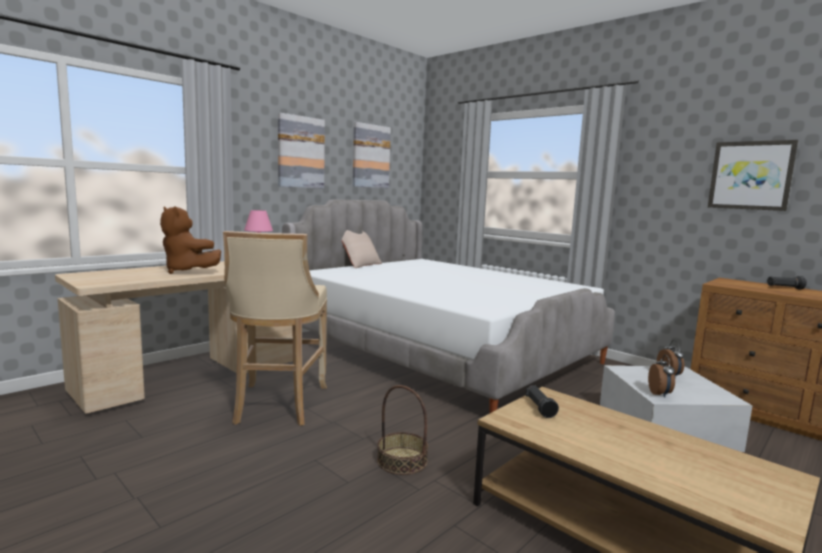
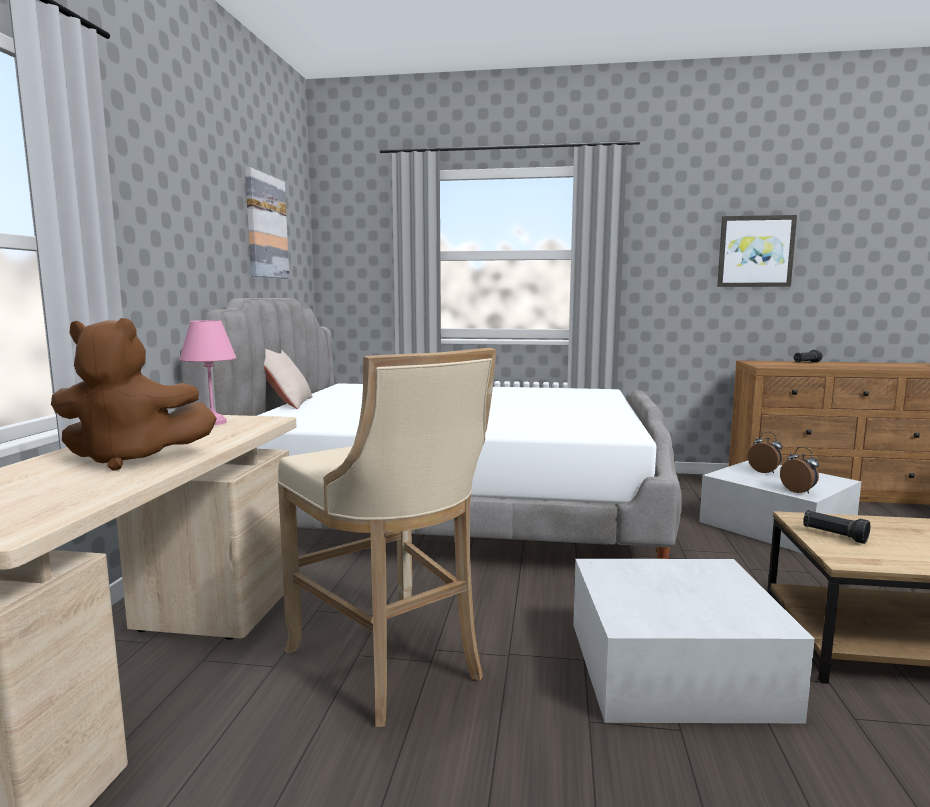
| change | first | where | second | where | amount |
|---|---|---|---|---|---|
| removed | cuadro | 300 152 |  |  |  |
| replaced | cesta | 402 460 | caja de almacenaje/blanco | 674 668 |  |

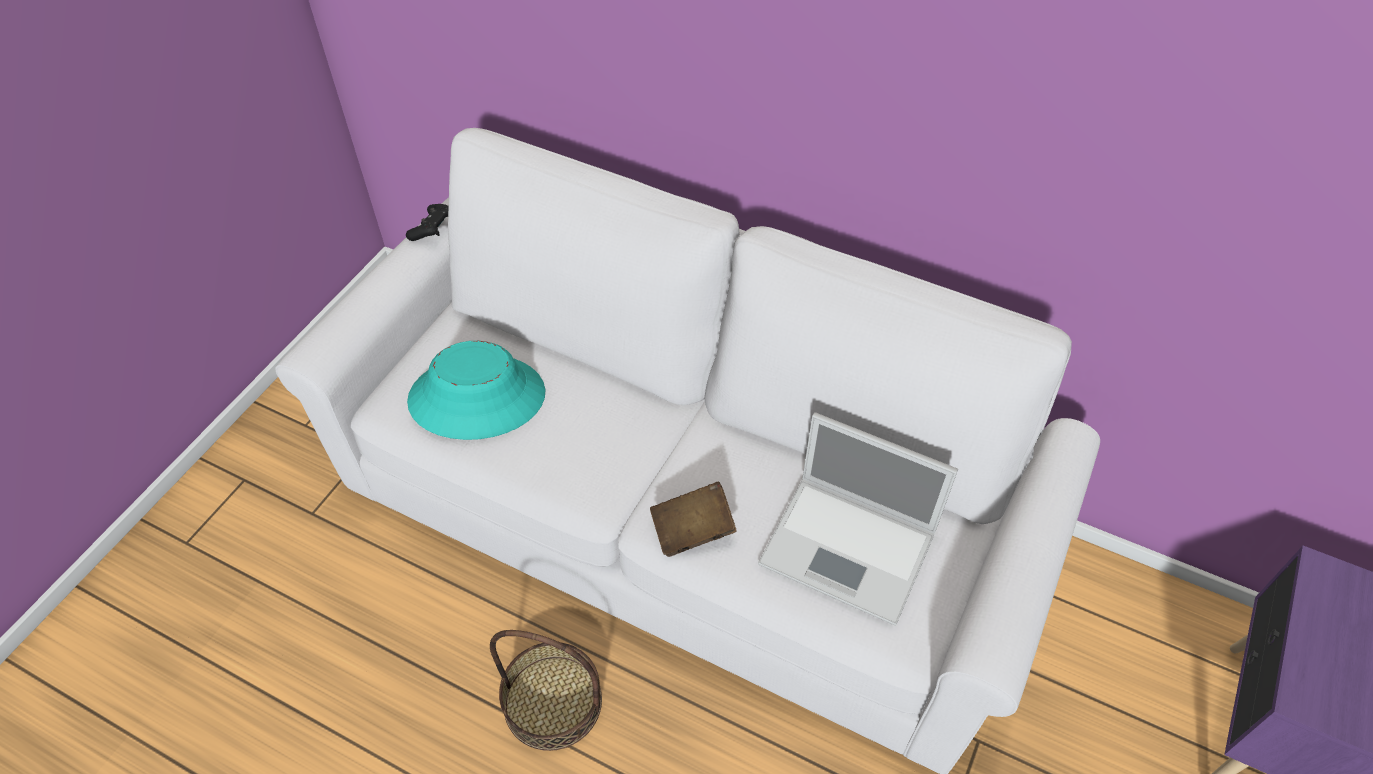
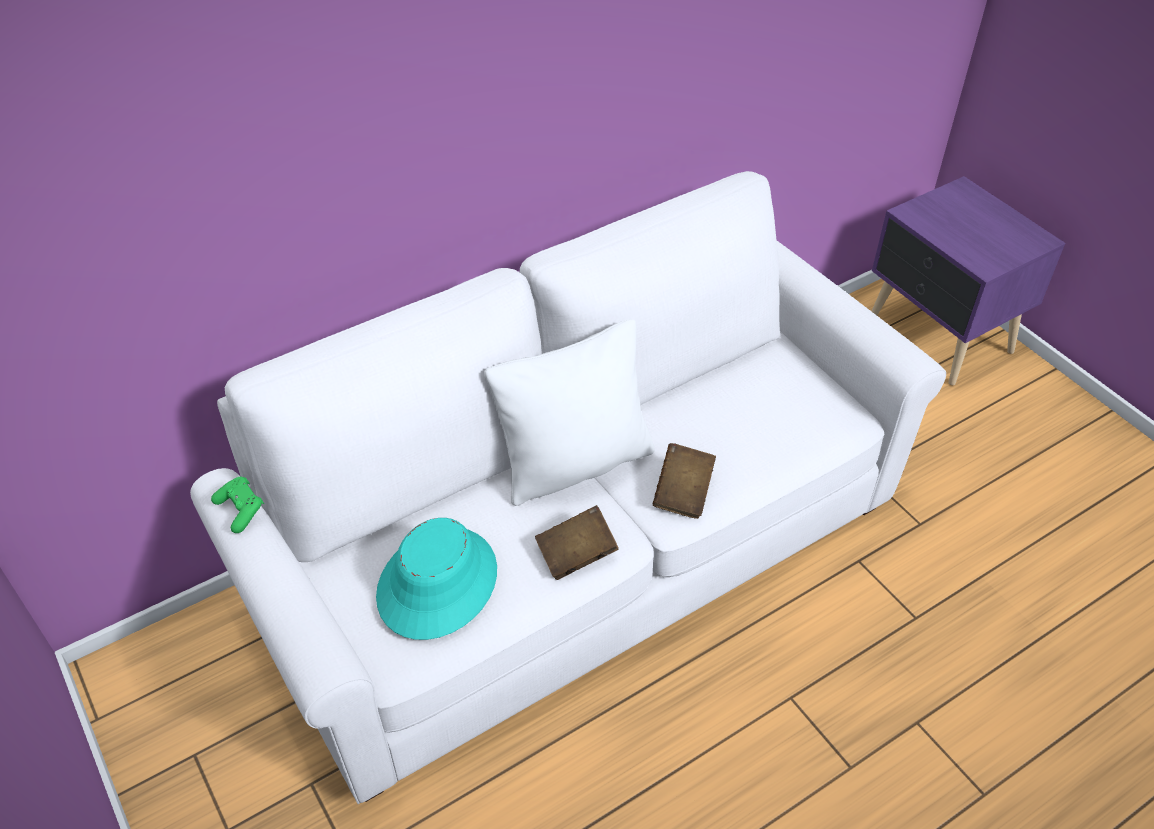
| change | first | where | second | where | amount |
|---|---|---|---|---|---|
| recoloured | mando de consola/negro | 433 229 | mando de consola/verde | 241 510 |  |
| removed | cesta | 552 702 |  |  |  |
| removed | portátil | 851 549 |  |  |  |
| added |  |  | cojín/blanco | 575 464 |  |
| added |  |  | libro/marrón | 576 554 |  |

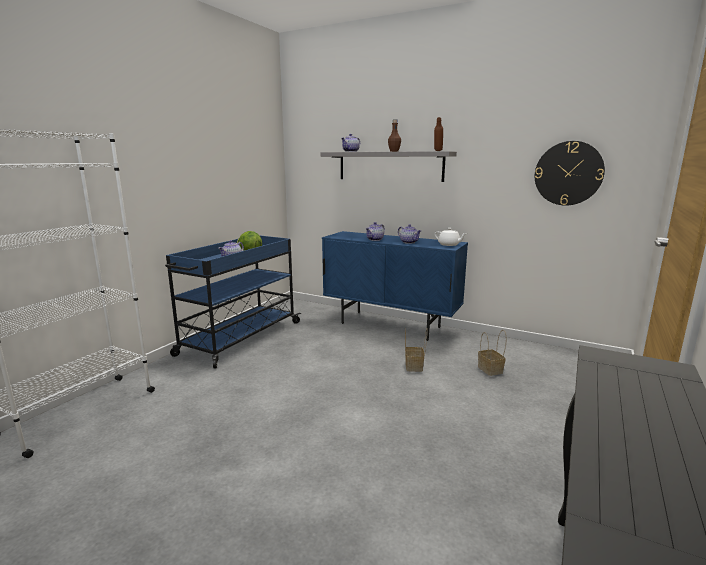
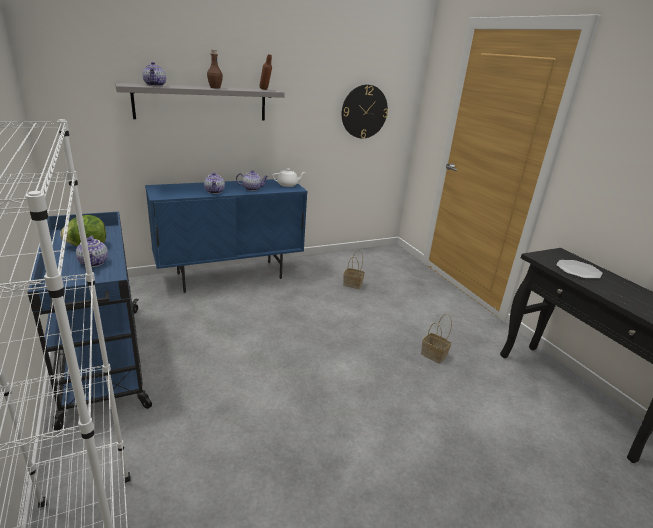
| change | first | where | second | where | amount |
|---|---|---|---|---|---|
| moved | cesta | 414 367 |  | 434 355 |  |
| added |  |  | plato | 578 270 |  |

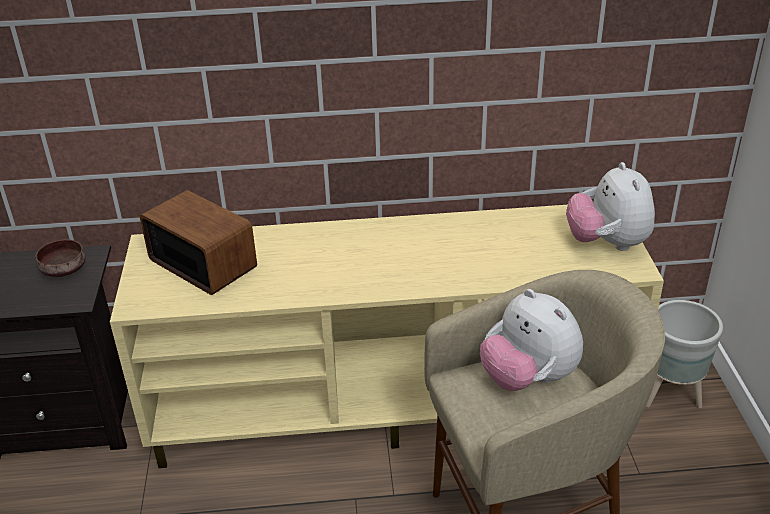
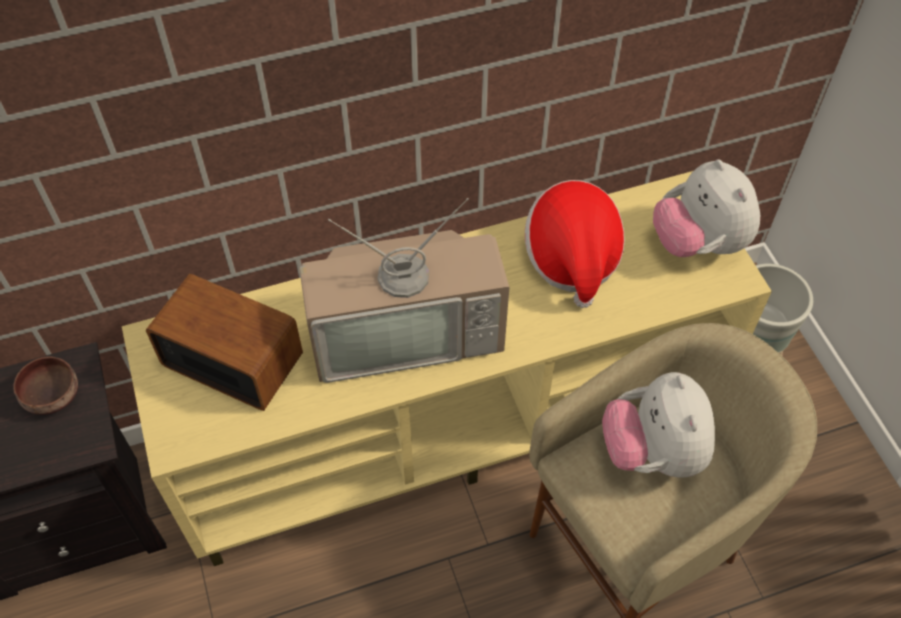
| change | first | where | second | where | amount |
|---|---|---|---|---|---|
| turned | peluche | 528 378 |  | 653 452 | 45 degrees clockwise |
| added |  |  | televisor | 407 330 |  |
| added |  |  | sombrero | 572 258 |  |

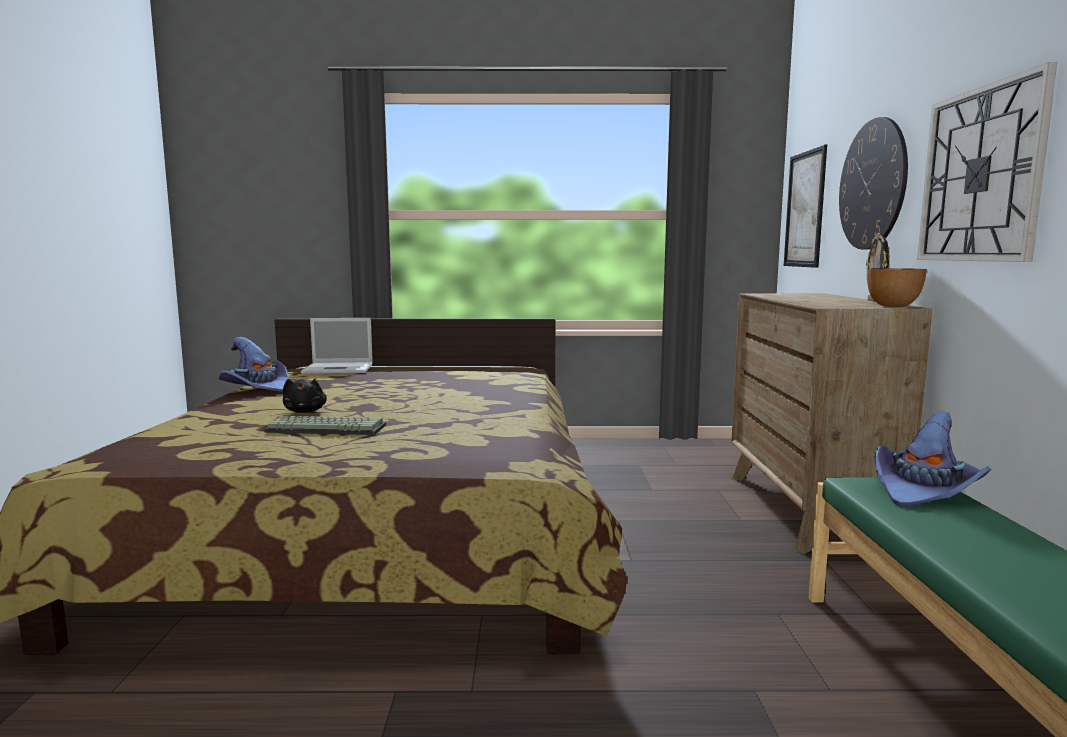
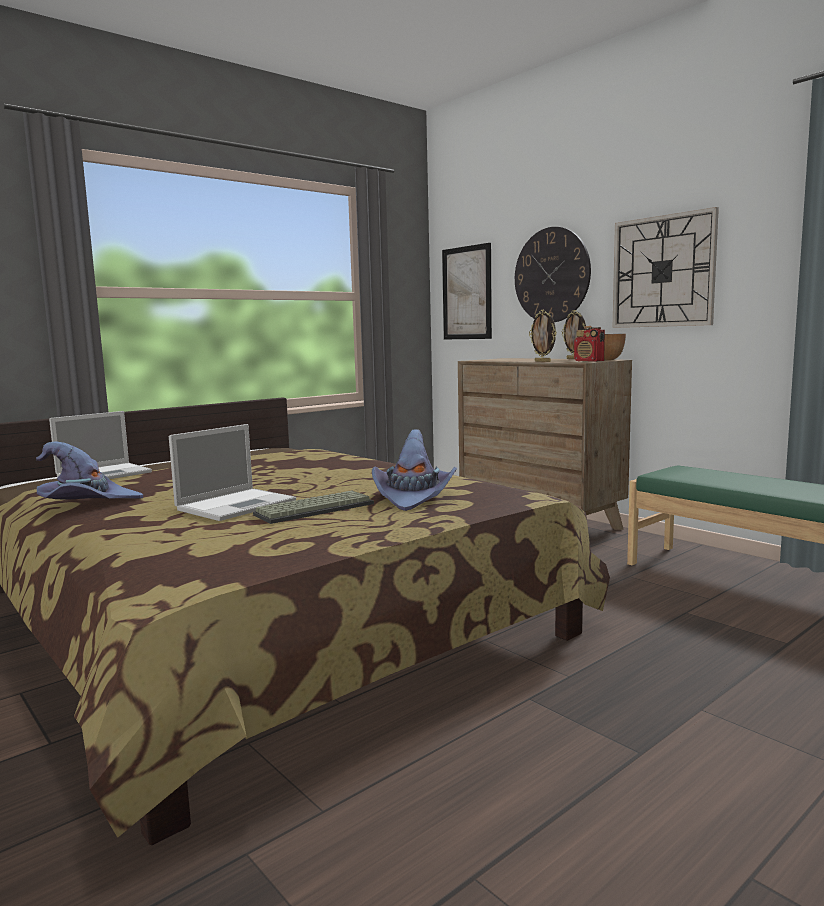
| change | first | where | second | where | amount |
|---|---|---|---|---|---|
| replaced | peluche/negro | 305 411 | portátil | 238 505 |  |
| moved | sombrero/morado | 925 490 |  | 414 497 |  |
| added |  |  | portarretratos | 543 361 |  |
| added |  |  | radio | 589 361 |  |

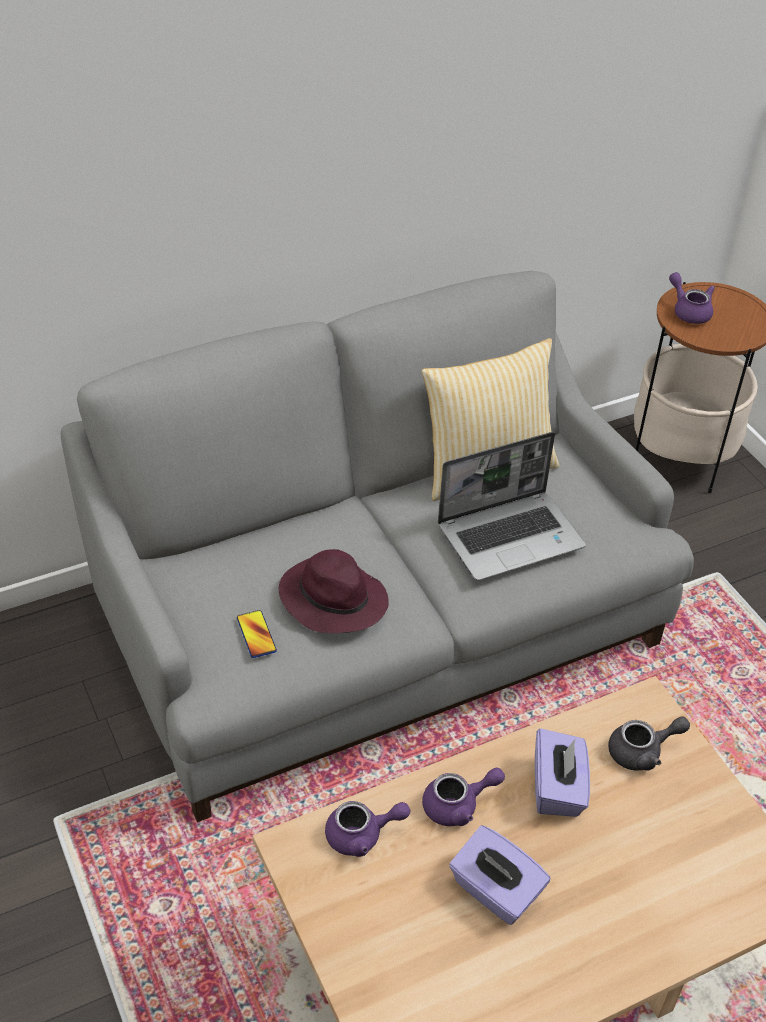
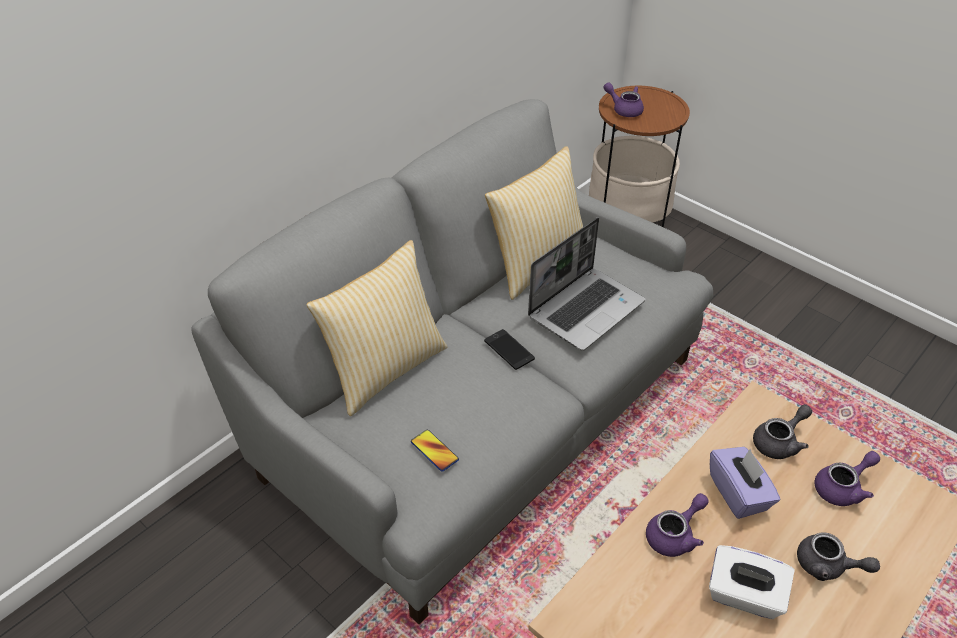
| change | first | where | second | where | amount |
|---|---|---|---|---|---|
| removed | sombrero/morado | 332 599 |  |  |  |
| moved | tetera/morado | 362 835 |  | 842 488 |  |
| recoloured | caja de pañuelos/morado | 495 891 | caja de pañuelos/blanco | 744 595 |  |
| added |  |  | cojín | 384 369 |  |
| added |  |  | móvil | 509 350 |  |
| added |  |  | tetera/gris | 827 566 |  |

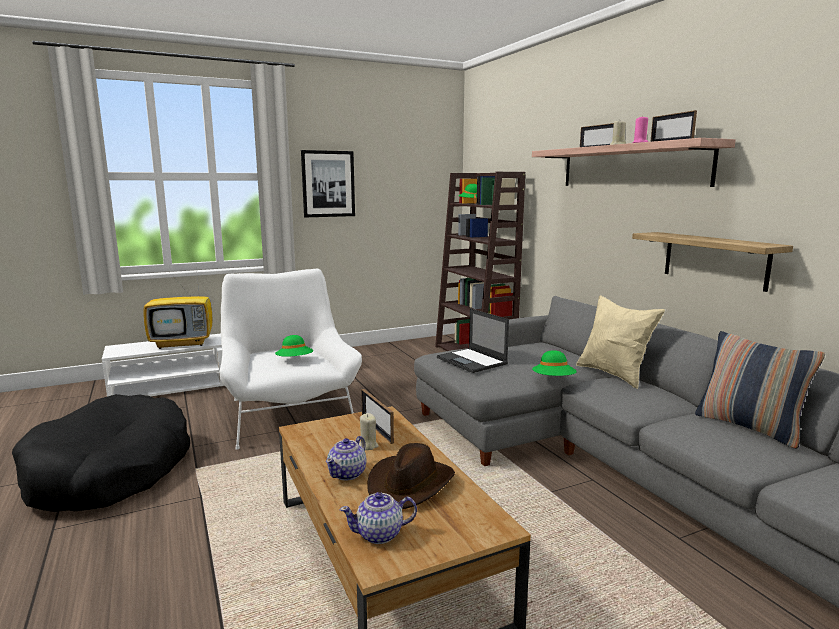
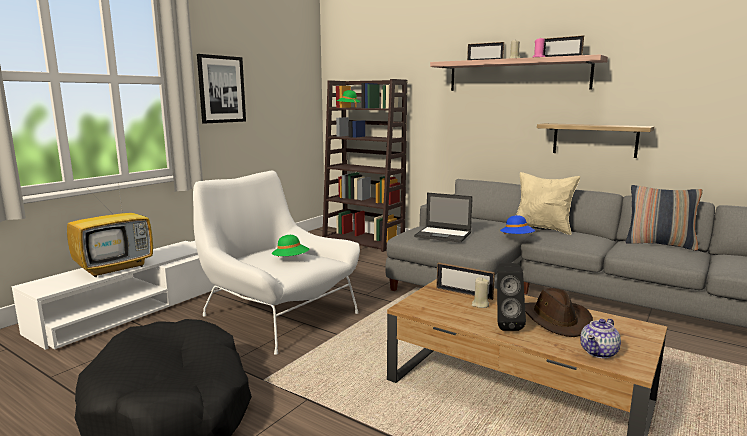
| change | first | where | second | where | amount |
|---|---|---|---|---|---|
| replaced | tetera | 348 473 | altavoz/negro | 505 325 |  |
| recoloured | sombrero/verde | 553 380 | sombrero/azul | 517 238 |  |

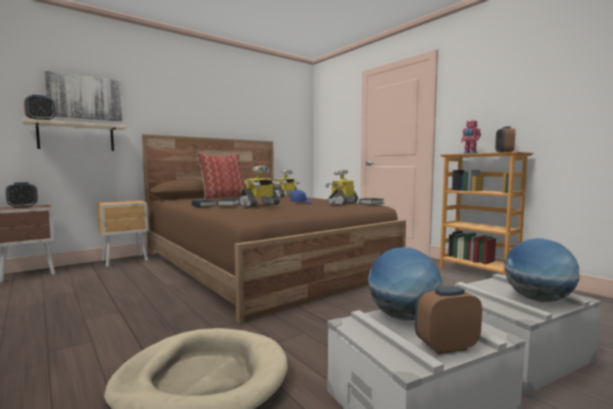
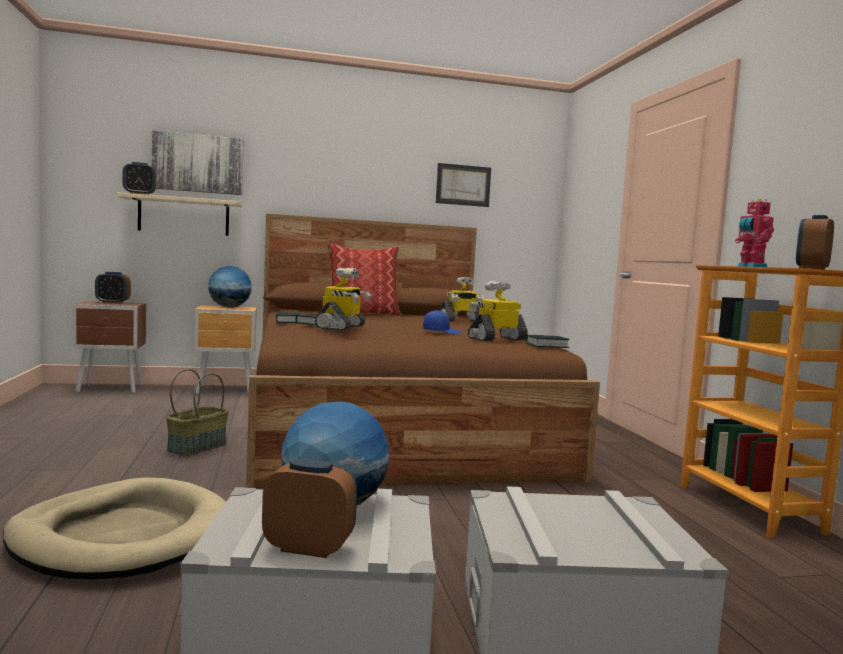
| change | first | where | second | where | amount |
|---|---|---|---|---|---|
| turned | robot de juguete | 259 205 |  | 341 327 | 60 degrees counterclockwise |
| moved | globo terráqueo | 537 299 |  | 229 307 |  |
| added |  |  | cesta | 197 447 |  |
| added |  |  | cuadro | 463 185 |  |

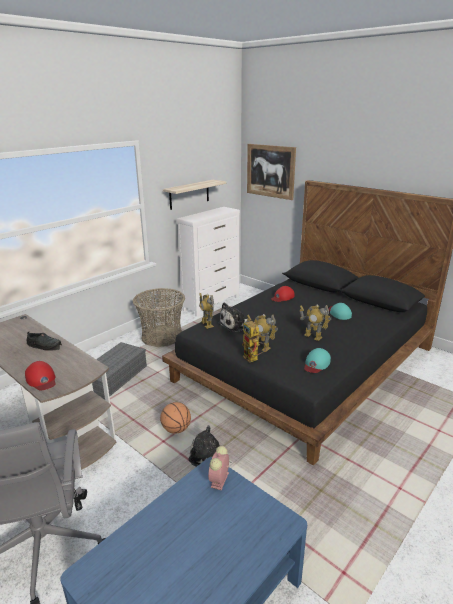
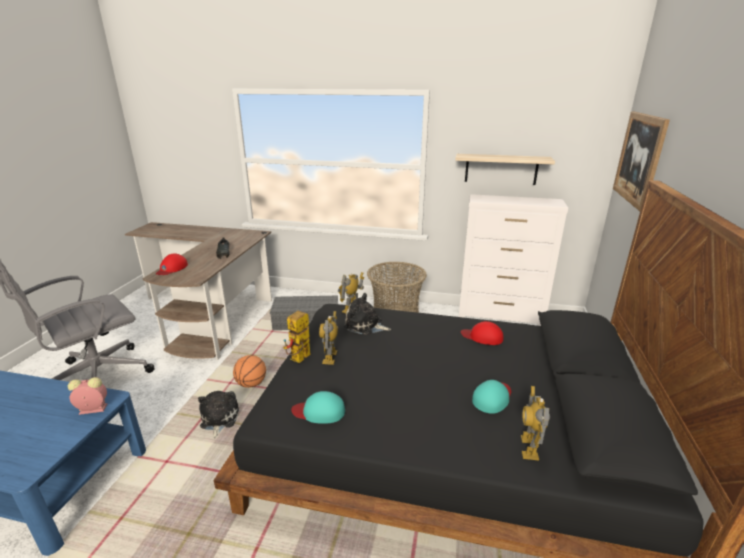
| change | first | where | second | where | amount |
|---|---|---|---|---|---|
| moved | robot de juguete | 313 336 |  | 528 448 |  |

